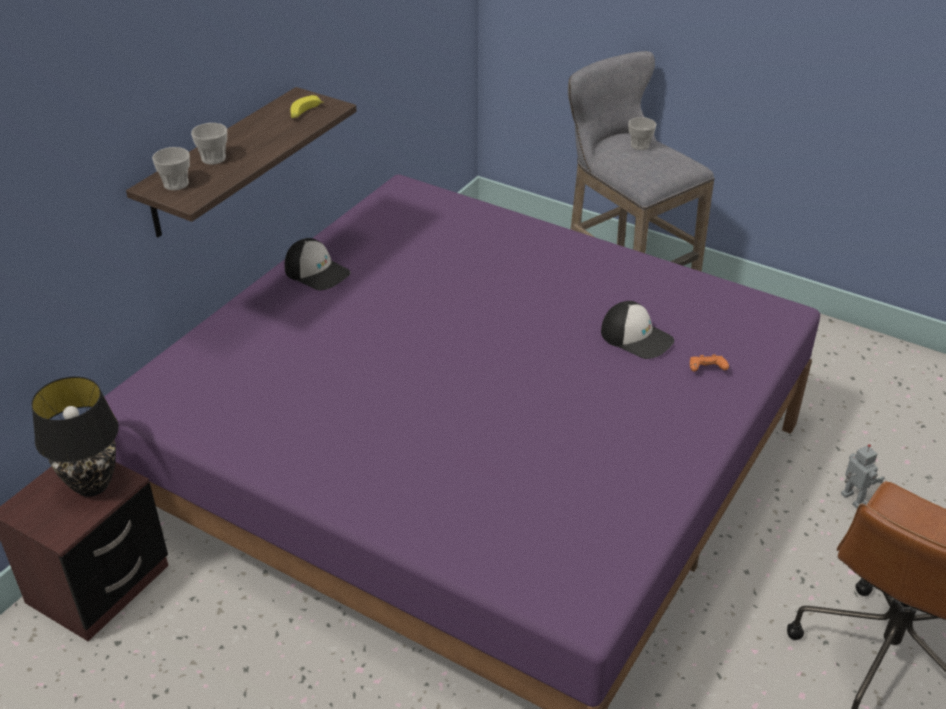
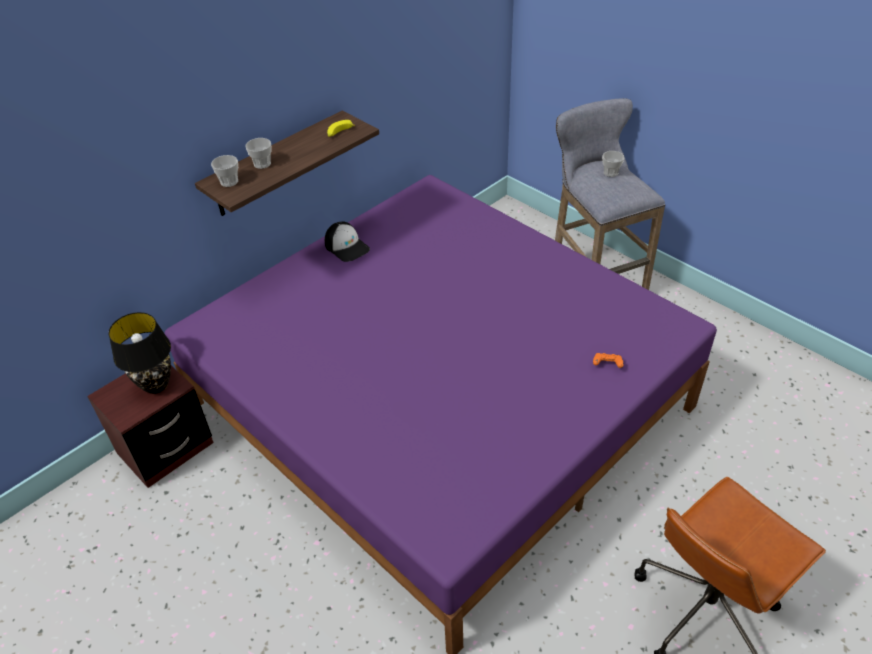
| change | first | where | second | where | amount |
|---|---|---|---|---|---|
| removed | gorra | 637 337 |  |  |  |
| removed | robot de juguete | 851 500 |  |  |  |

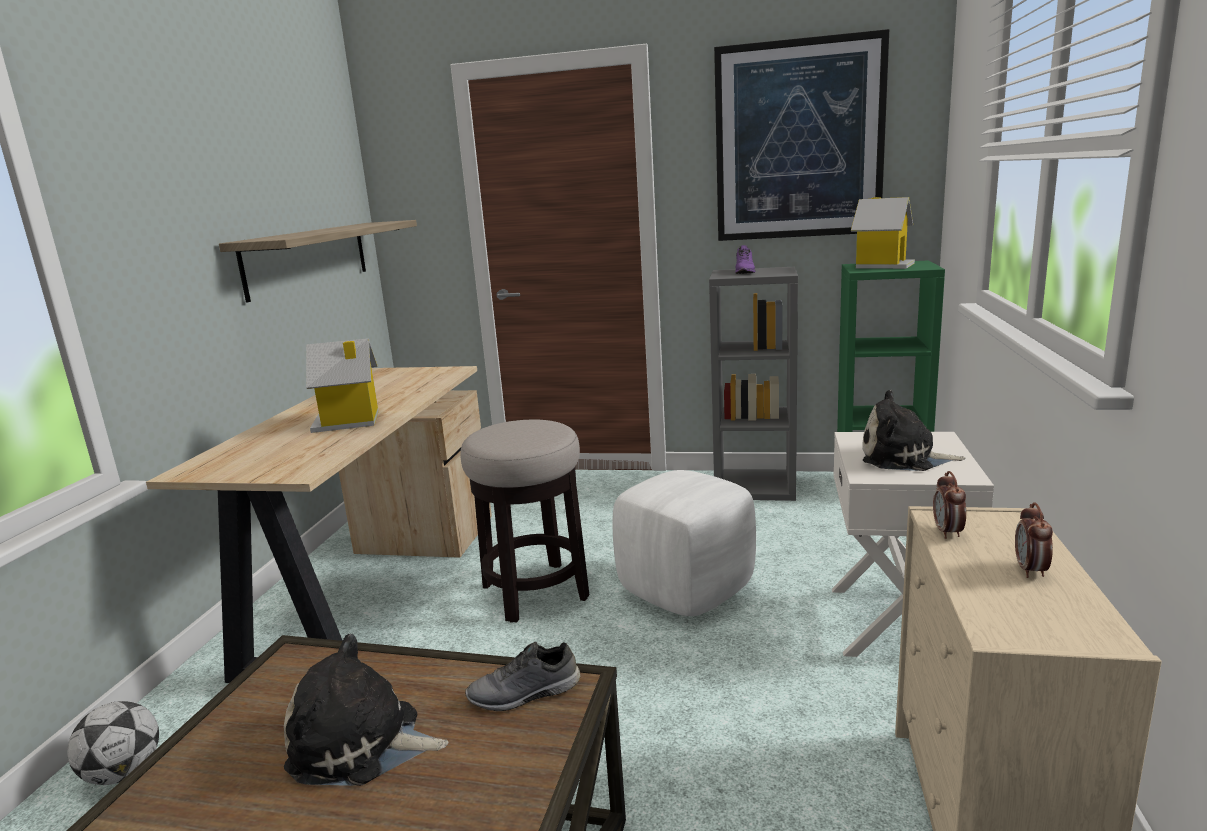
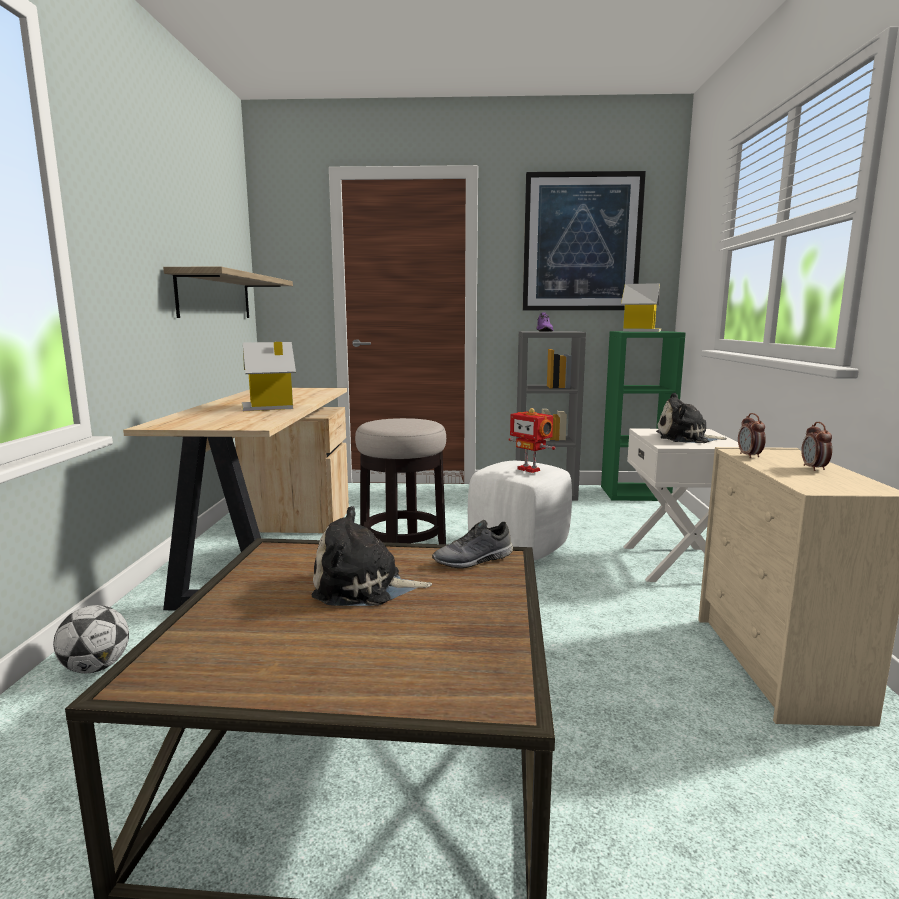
| change | first | where | second | where | amount |
|---|---|---|---|---|---|
| added |  |  | robot de juguete | 529 469 |  |

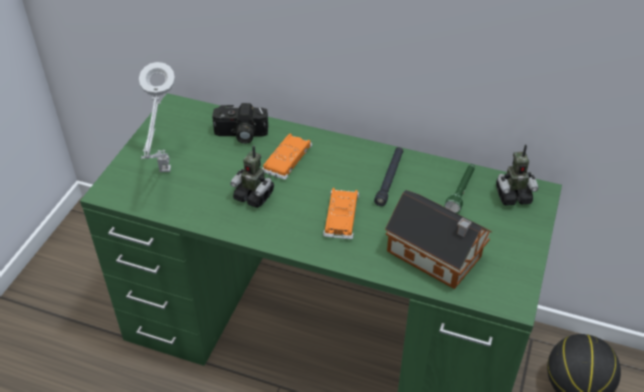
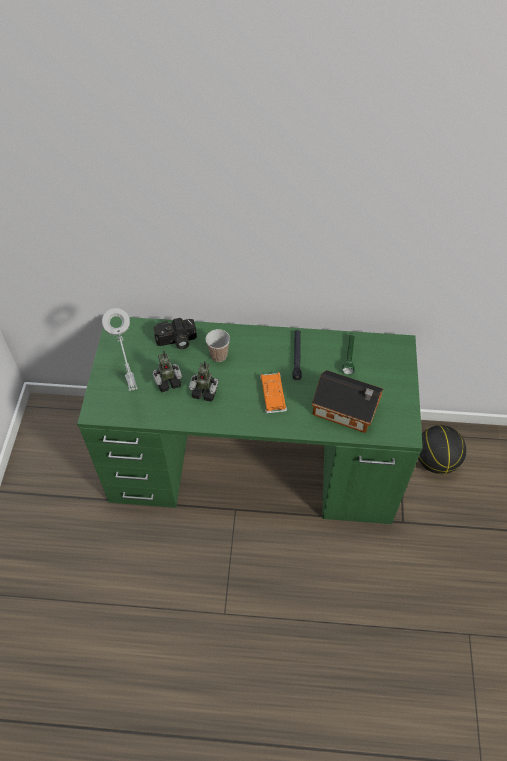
| change | first | where | second | where | amount |
|---|---|---|---|---|---|
| replaced | coche de juguete/naranja | 287 160 | taza | 218 356 |  |
| moved | robot de juguete | 512 196 |  | 168 381 |  |

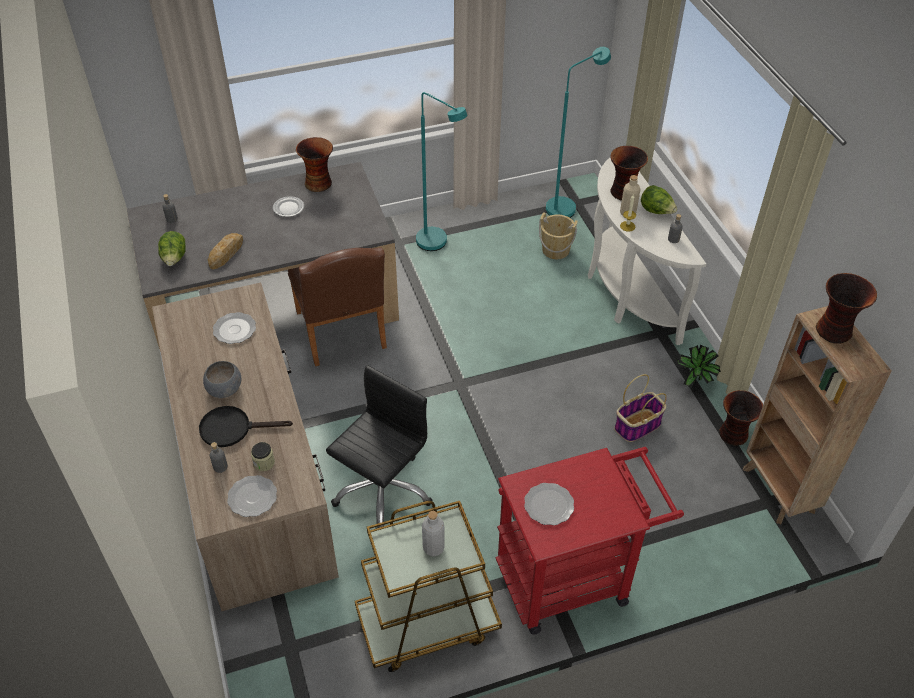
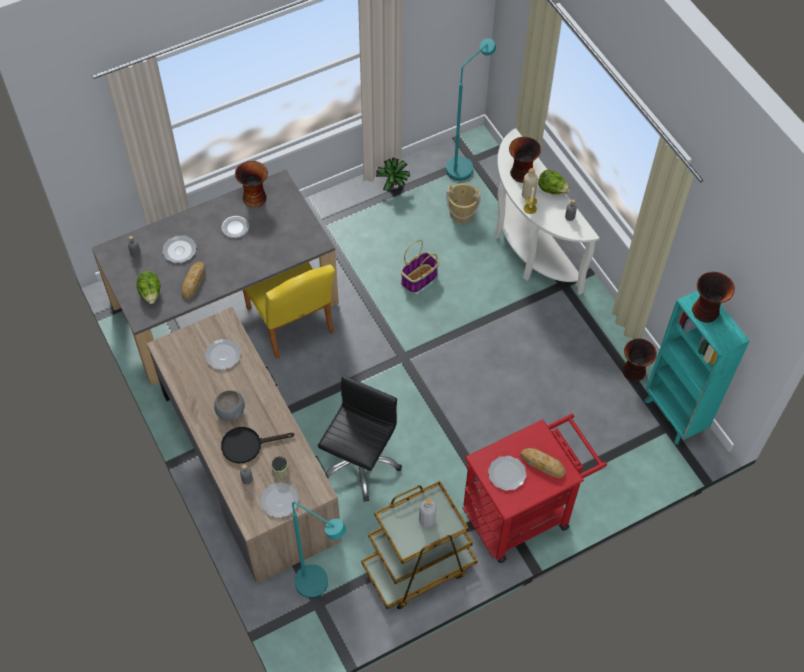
| change | first | where | second | where | amount |
|---|---|---|---|---|---|
| recoloured | silla/marrón | 342 334 | silla/amarillo | 292 324 |  |
| moved | lámpara de pie/turquesa | 438 244 |  | 319 587 |  |
| moved | cesta | 637 426 |  | 419 279 |  |
| moved | planta en maceta | 695 383 |  | 394 187 |  |
| recoloured | estantería/marrón | 779 491 | estantería/turquesa | 674 416 |  |
| added |  |  | plato | 180 250 |  |
| added |  |  | pan | 542 464 |  |

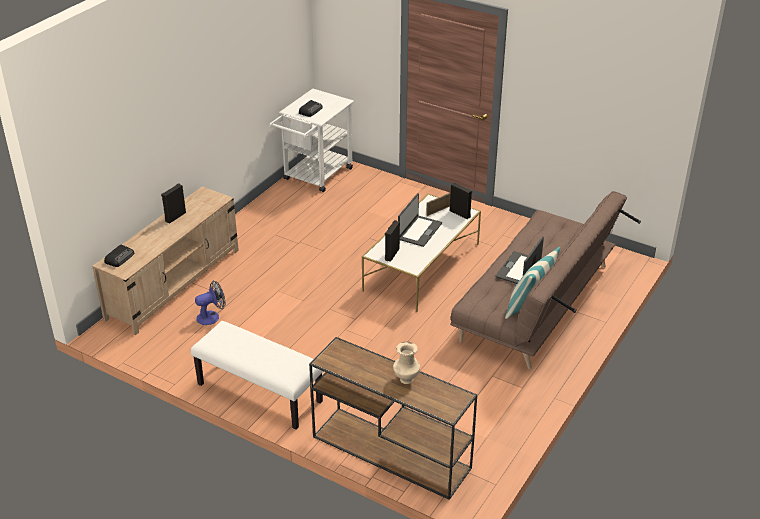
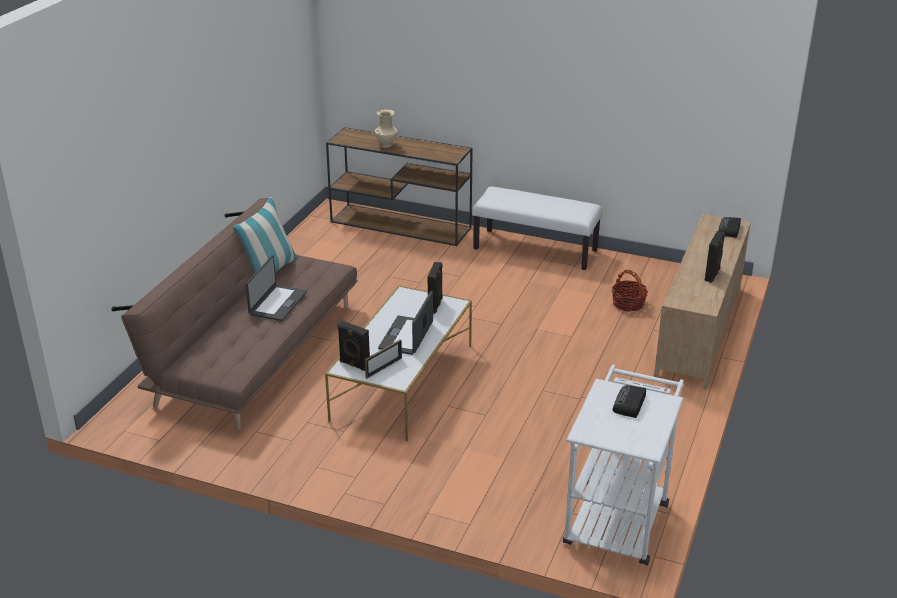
| change | first | where | second | where | amount |
|---|---|---|---|---|---|
| replaced | ventilador | 212 316 | cesta | 628 304 |  |

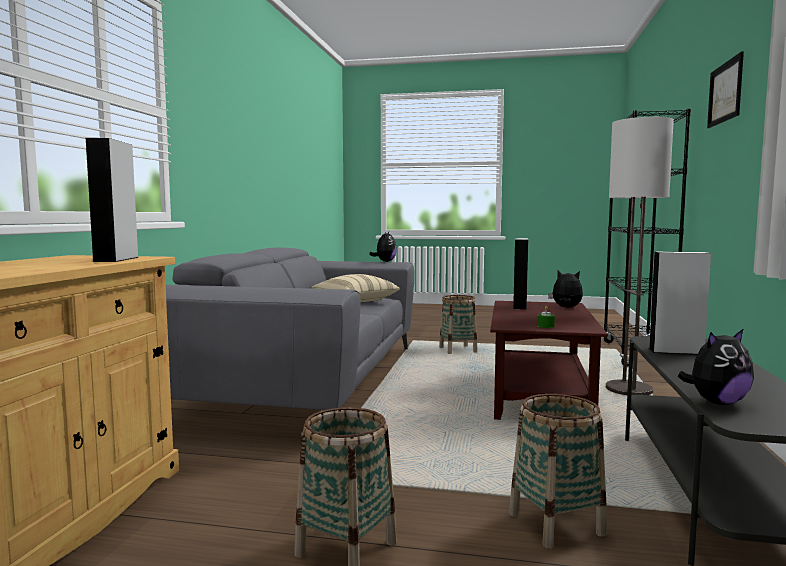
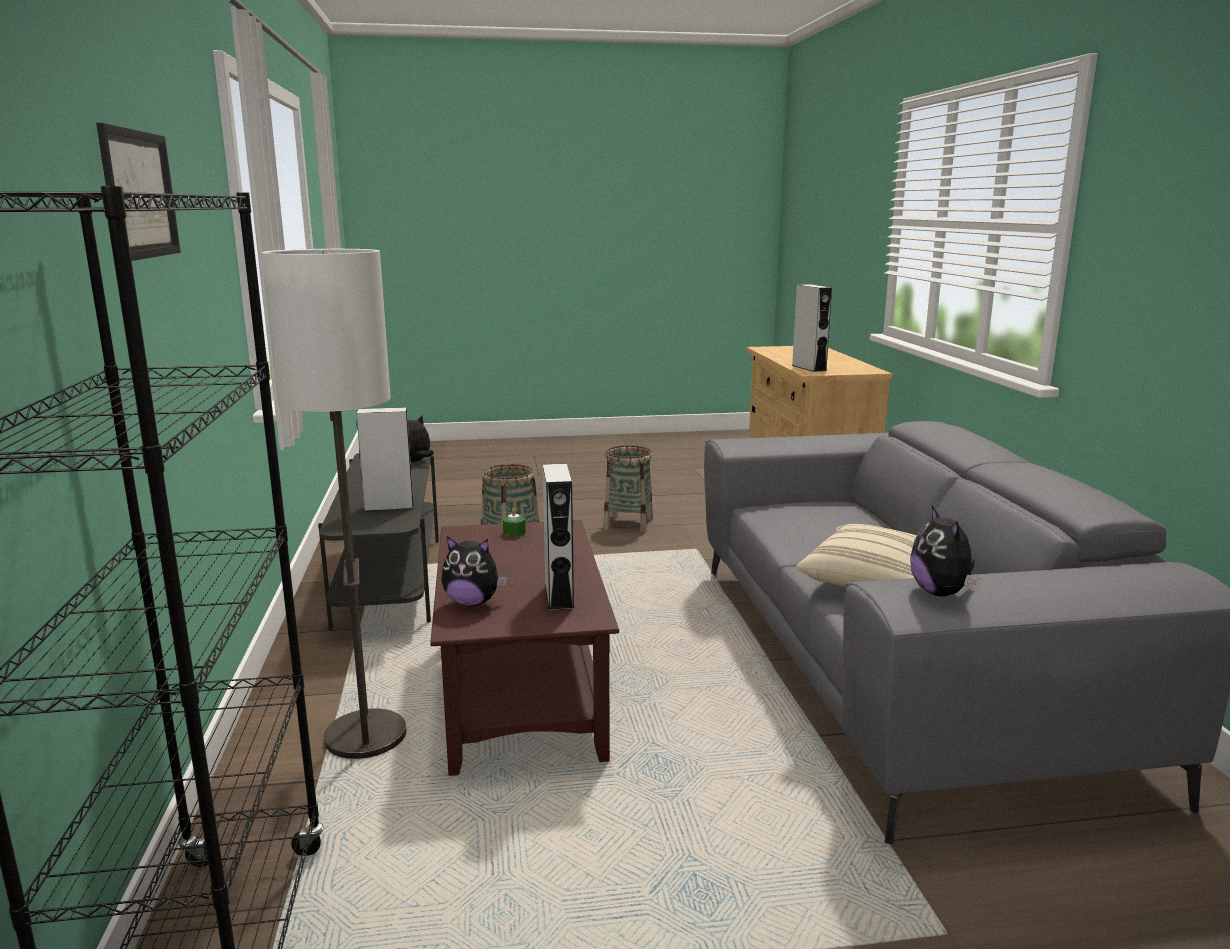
| change | first | where | second | where | amount |
|---|---|---|---|---|---|
| removed | cesta | 458 350 |  |  |  |

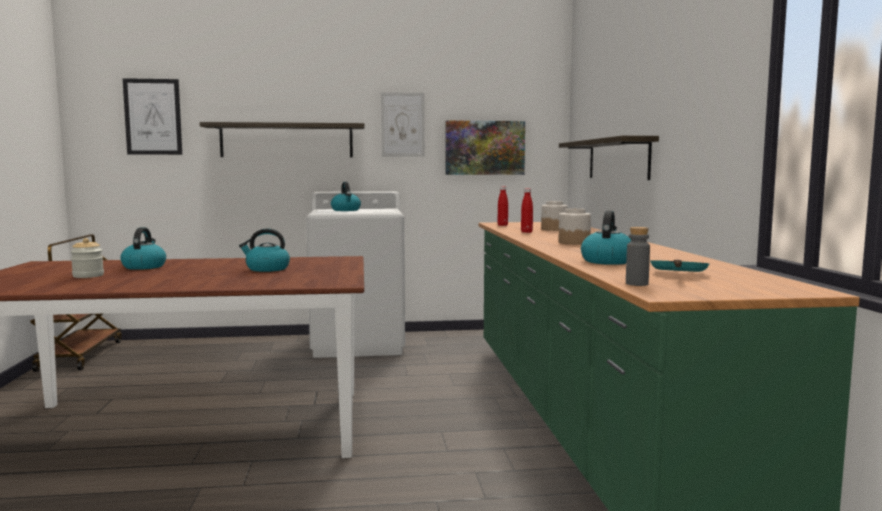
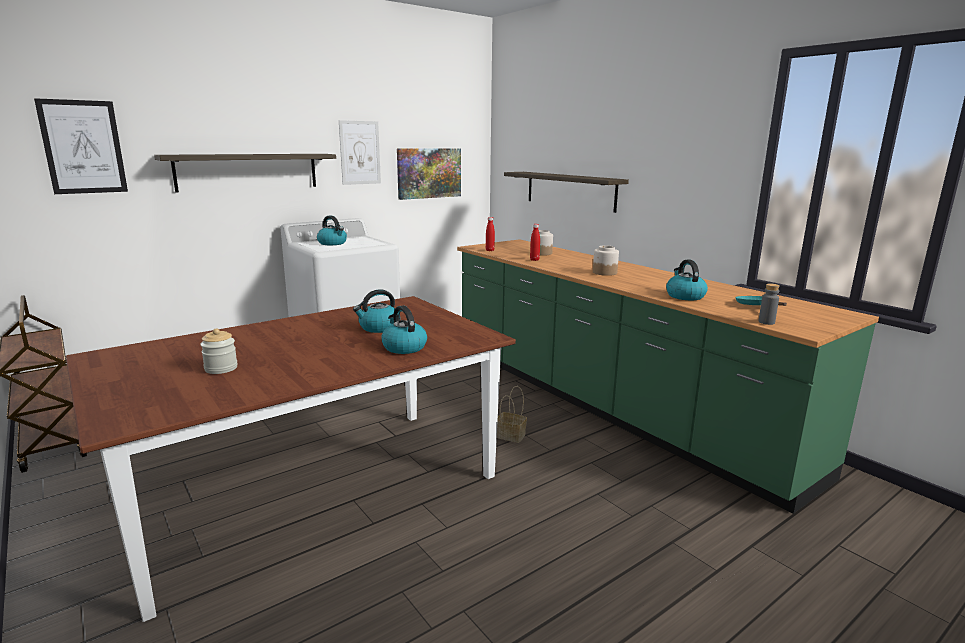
| change | first | where | second | where | amount |
|---|---|---|---|---|---|
| moved | hervidor | 144 267 |  | 403 347 |  |
| added |  |  | cesta | 511 436 |  |

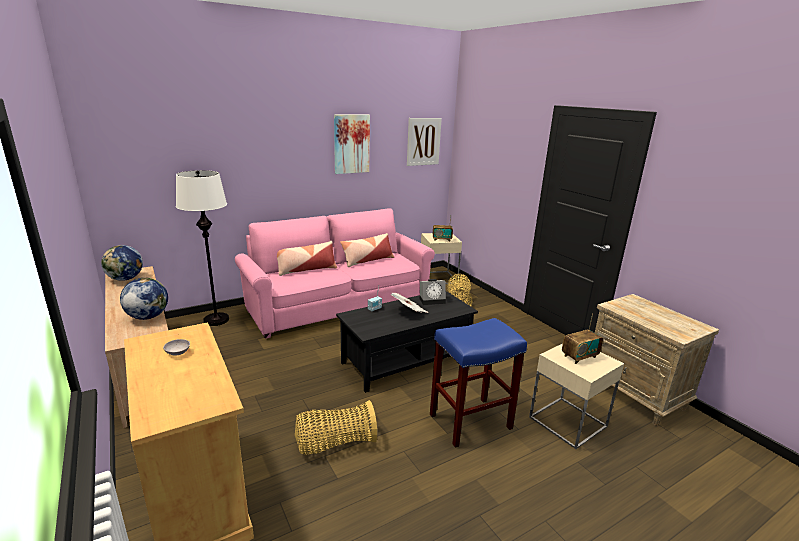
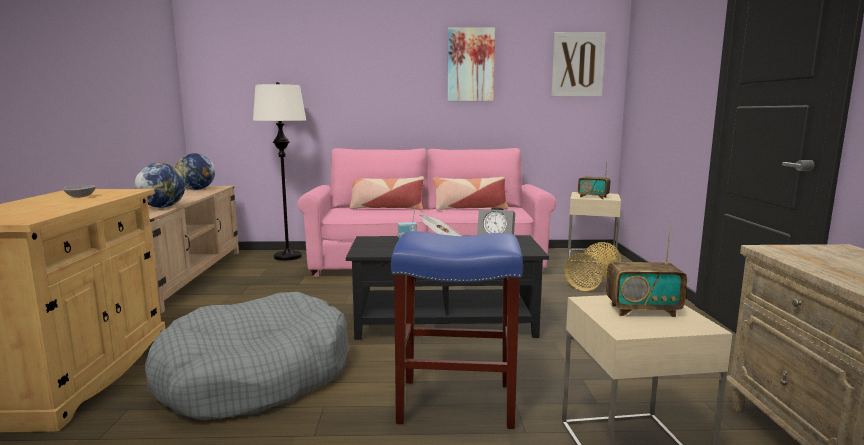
| change | first | where | second | where | amount |
|---|---|---|---|---|---|
| replaced | cesta | 335 444 | cama para perro/gris | 255 376 |  |

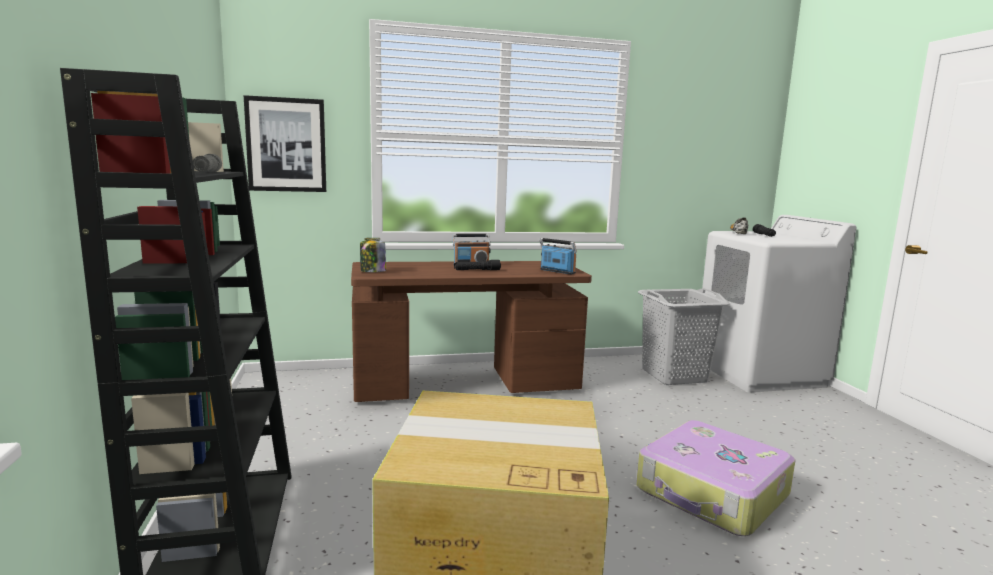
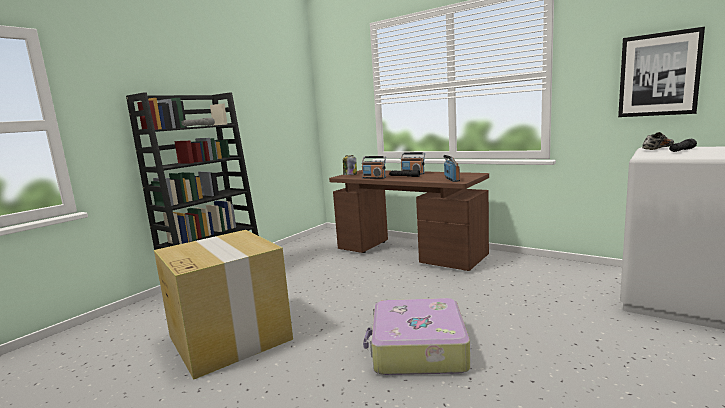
| change | first | where | second | where | amount |
|---|---|---|---|---|---|
| moved | cuadro | 286 145 |  | 658 75 |  |
| removed | cesto de la ropa/gris | 673 375 |  |  |  |
| added |  |  | radio | 374 178 |  |

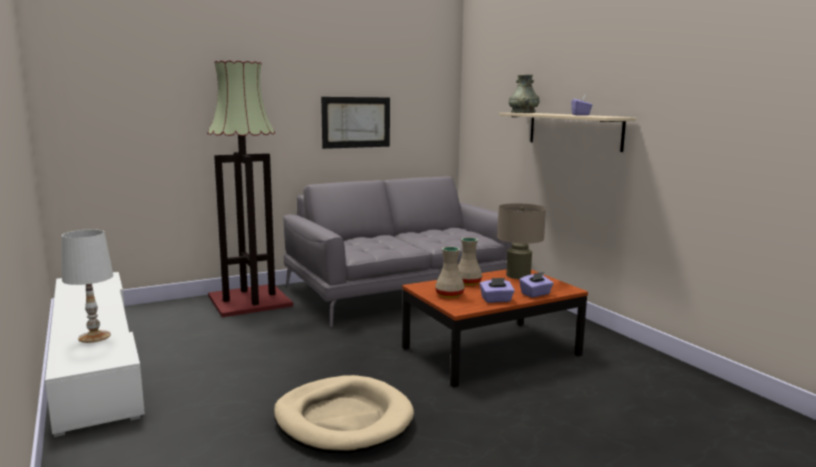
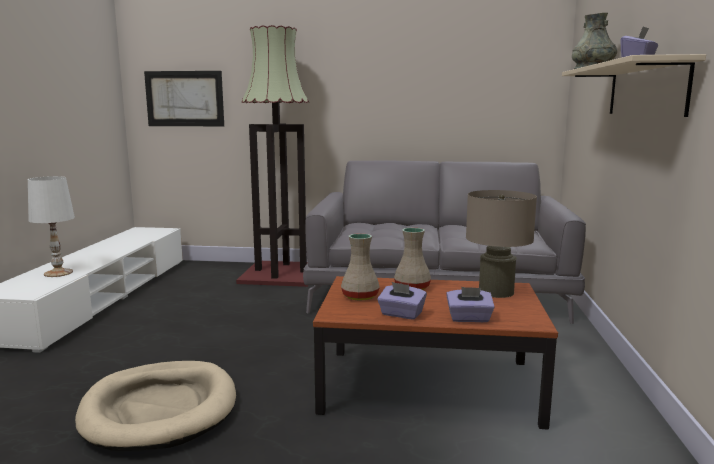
| change | first | where | second | where | amount |
|---|---|---|---|---|---|
| moved | cuadro | 356 122 |  | 184 98 |  |

